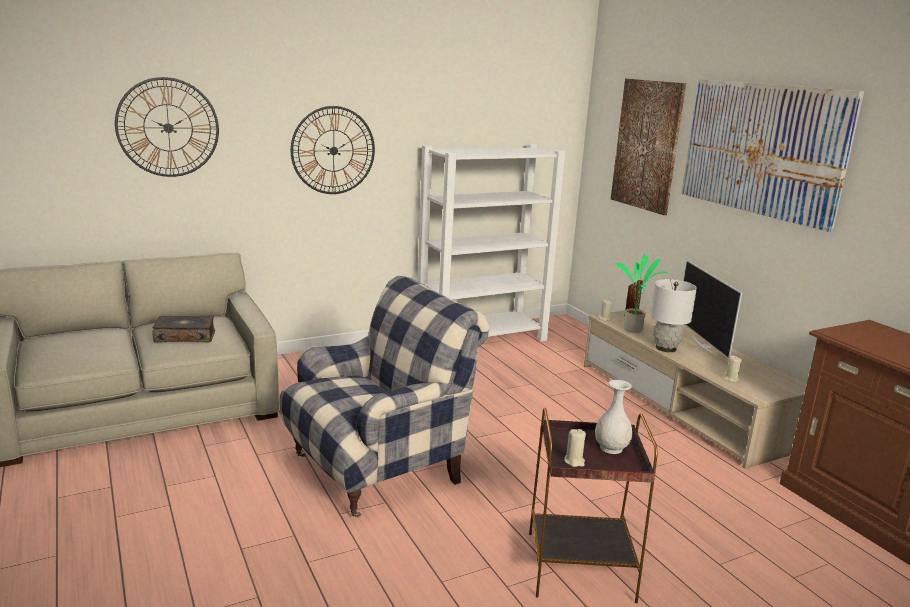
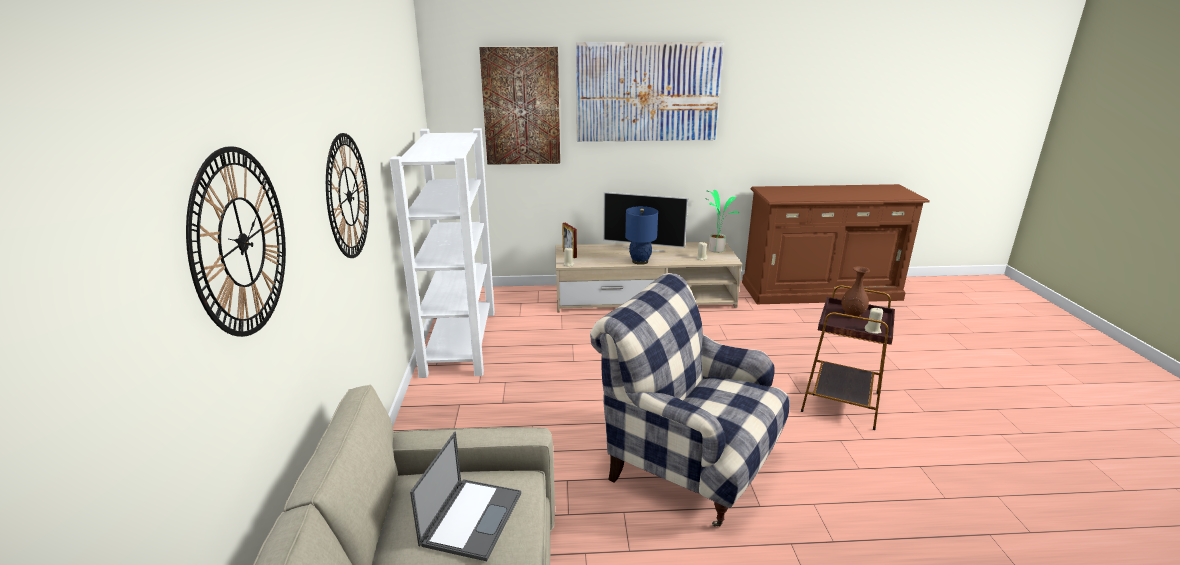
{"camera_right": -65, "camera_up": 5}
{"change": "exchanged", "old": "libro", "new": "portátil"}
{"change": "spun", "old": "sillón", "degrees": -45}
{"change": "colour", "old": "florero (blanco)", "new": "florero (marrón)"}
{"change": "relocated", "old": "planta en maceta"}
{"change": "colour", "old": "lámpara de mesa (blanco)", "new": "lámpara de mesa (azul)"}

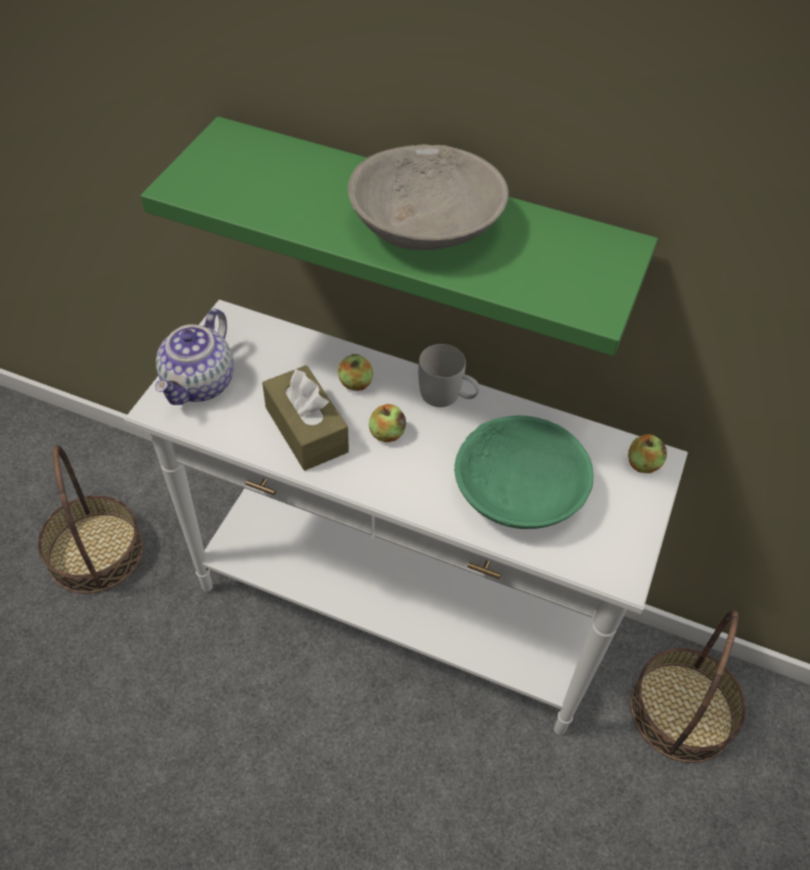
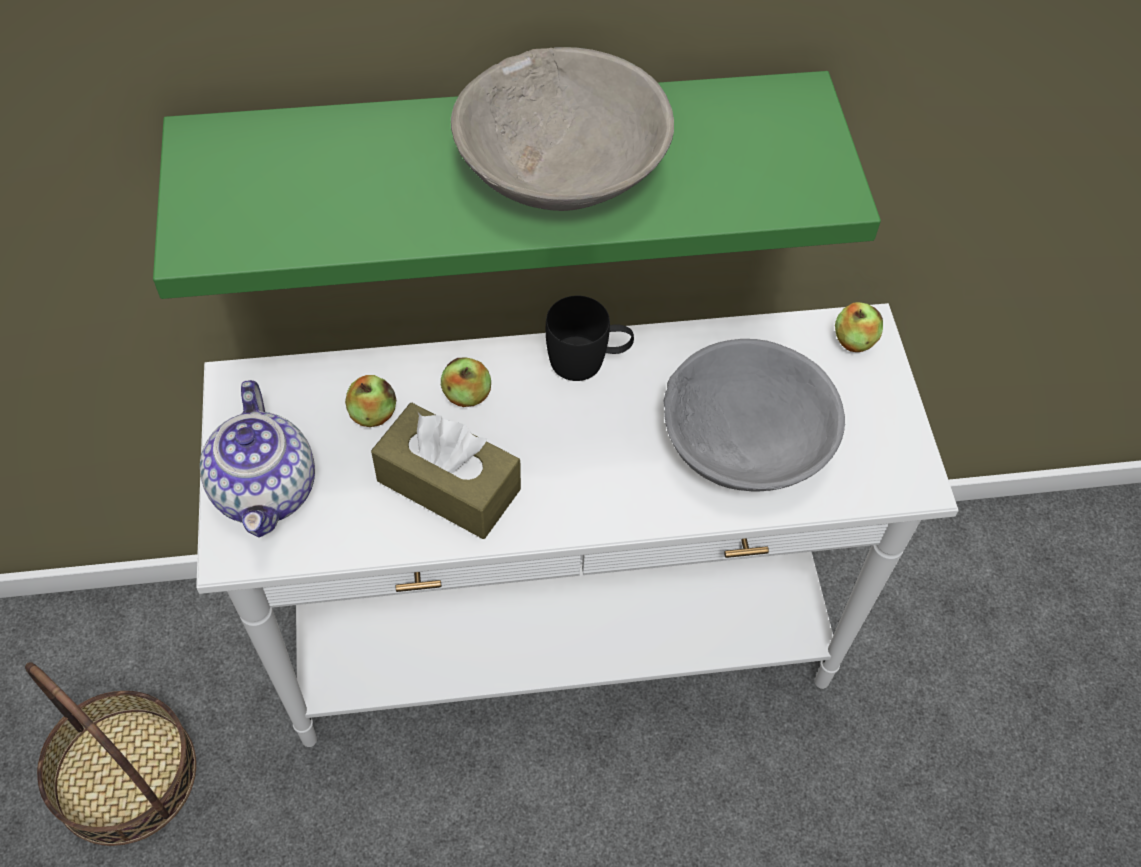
{"camera_right": -30, "camera_up": 5}
{"change": "relocated", "old": "manzana (no. 2 from left in the first image)", "new": "manzana (no. 1 from left)"}
{"change": "colour", "old": "taza grande (blanco)", "new": "taza grande (negro)"}
{"change": "colour", "old": "cuenco (verde)", "new": "cuenco (gris) (no. 2 from left)"}
{"change": "missing", "old": "cesta (no. 2 from left)"}

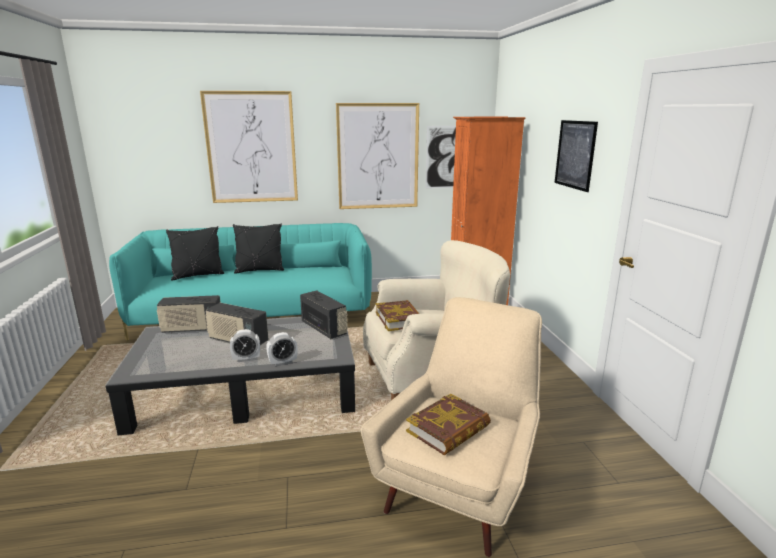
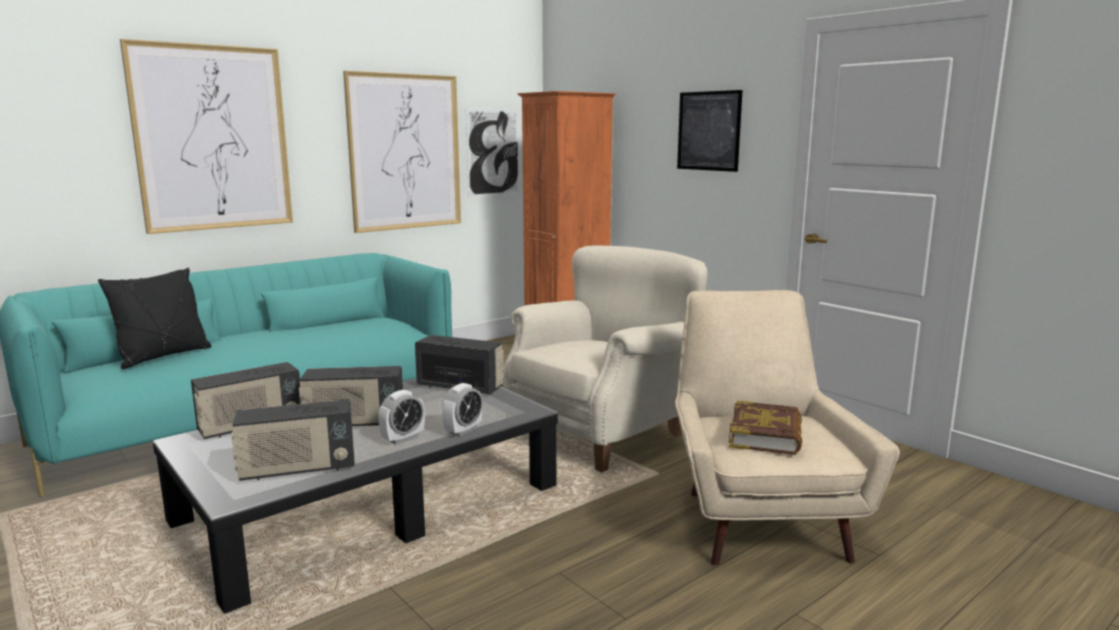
{"camera_right": -30, "camera_up": -5}
{"change": "missing", "old": "cojín (negro) (no. 2 from left)"}
{"change": "missing", "old": "libro (no. 1 from left)"}
{"change": "appeared", "new": "radio (no. 2 from left)"}

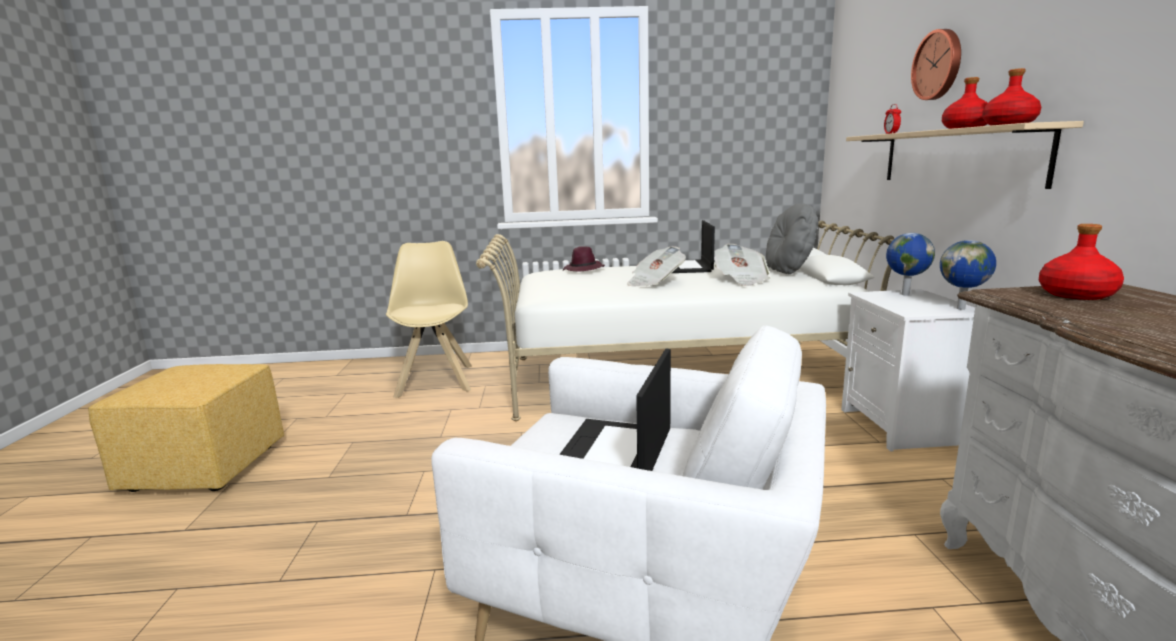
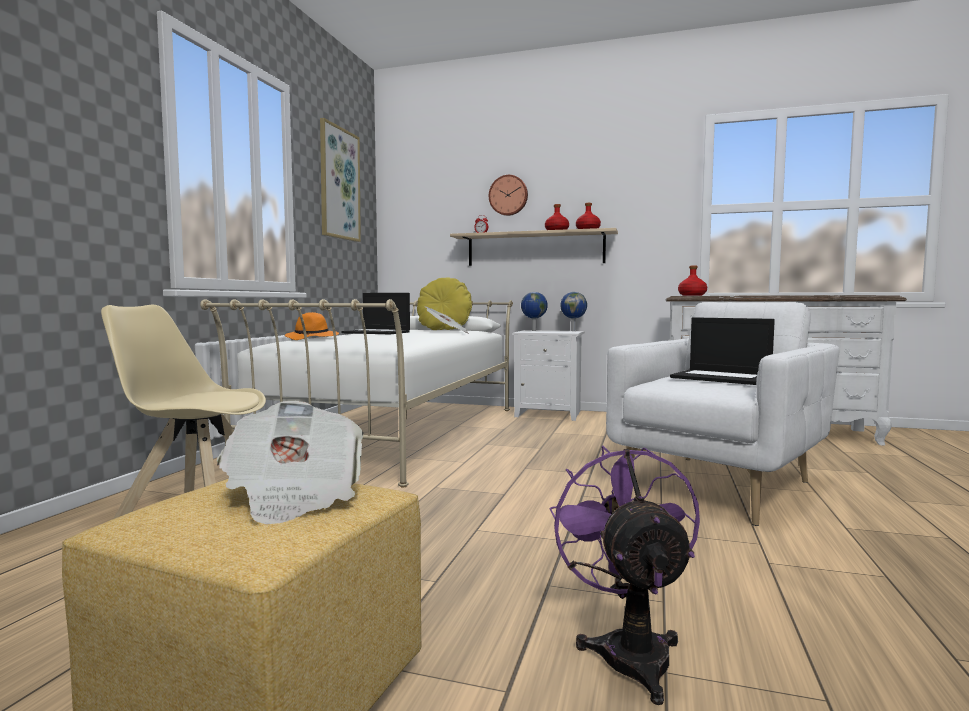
{"camera_right": -70, "camera_up": -10}
{"change": "colour", "old": "sombrero (morado)", "new": "sombrero (naranja)"}
{"change": "relocated", "old": "periódico (no. 1 from left)"}
{"change": "colour", "old": "cojín (gris)", "new": "cojín (amarillo)"}
{"change": "appeared", "new": "cuadro"}
{"change": "appeared", "new": "ventilador (morado)"}

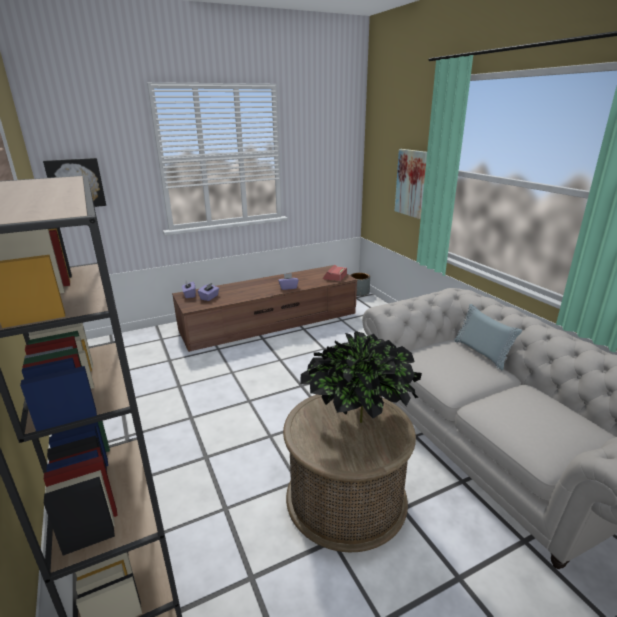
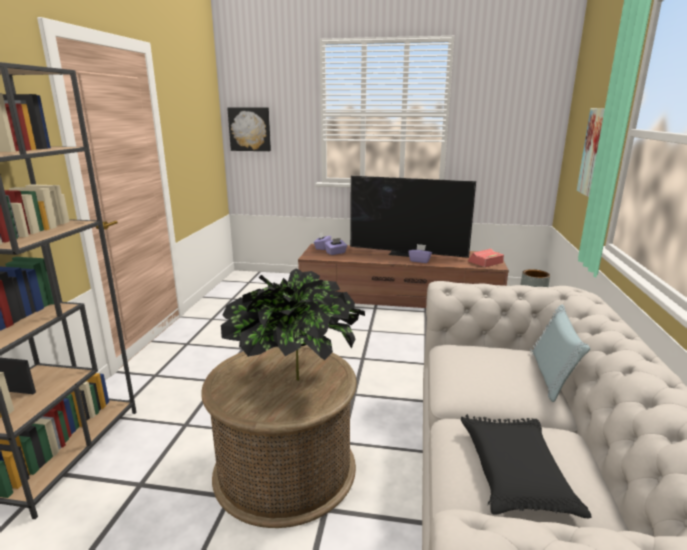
{"camera_right": 35, "camera_up": -5}
{"change": "appeared", "new": "televisor"}
{"change": "appeared", "new": "cojín (negro)"}

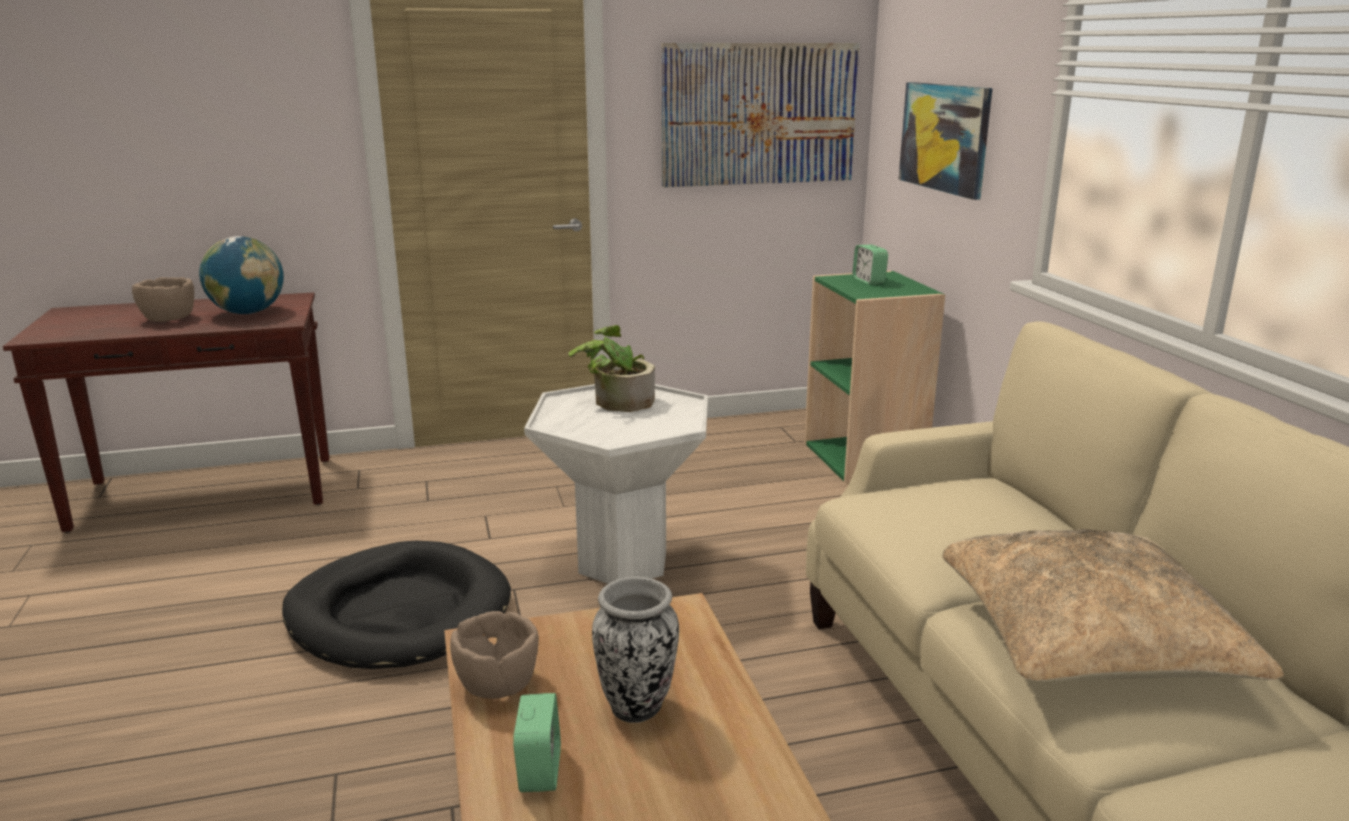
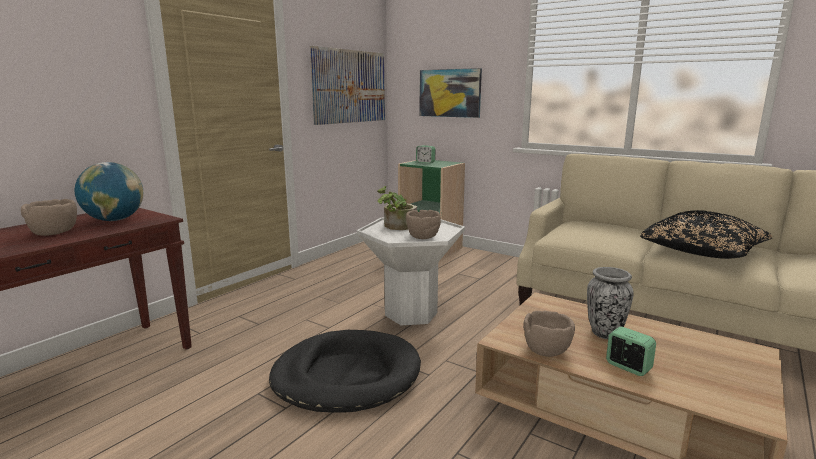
{"camera_right": -40, "camera_up": -5}
{"change": "colour", "old": "cojín (beis)", "new": "cojín (negro)"}
{"change": "appeared", "new": "cuenco (marrón) (no. 2 from left)"}

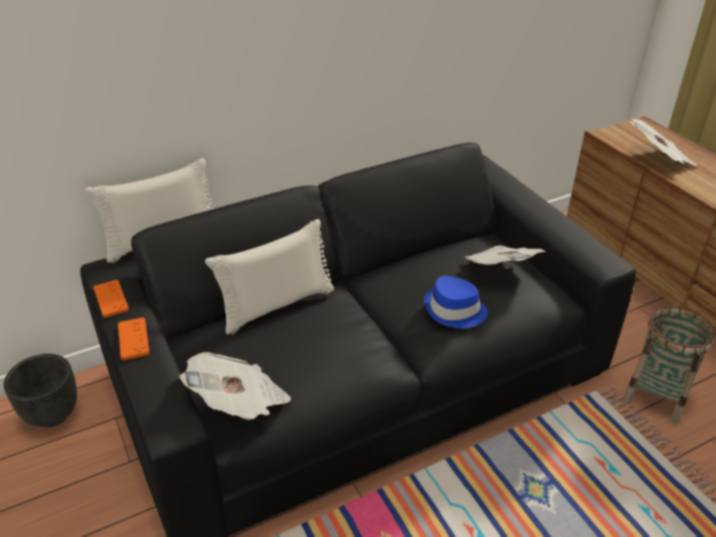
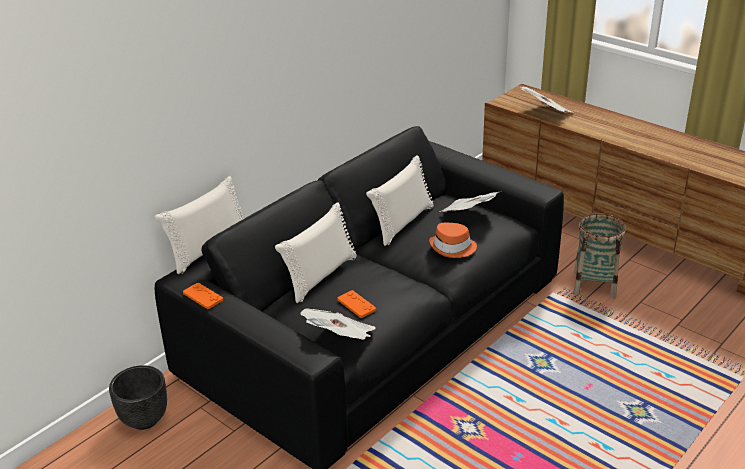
{"camera_right": -20, "camera_up": -5}
{"change": "relocated", "old": "mando de consola (naranja) (no. 2 from left)"}
{"change": "colour", "old": "sombrero (azul)", "new": "sombrero (naranja)"}
{"change": "appeared", "new": "cojín (blanco) (no. 3 from left)"}

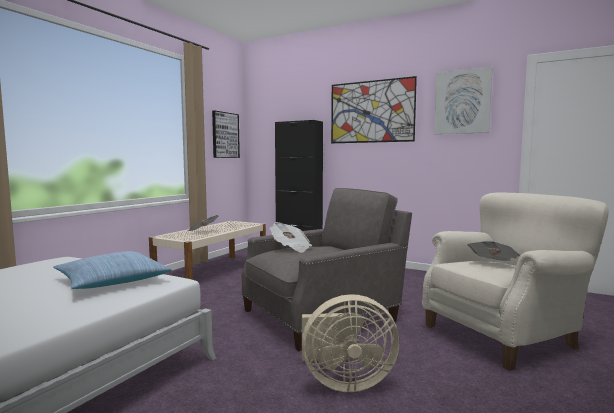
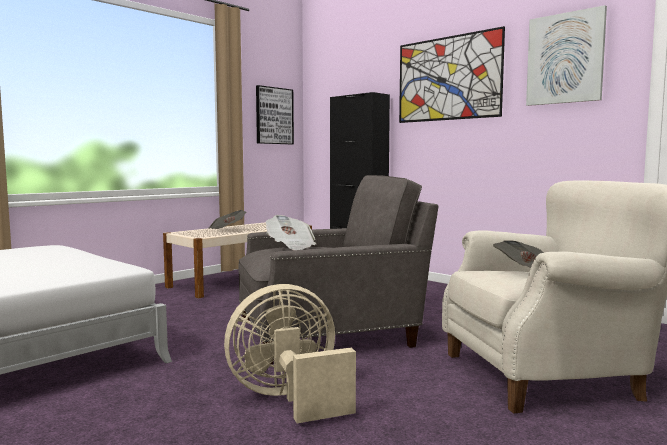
{"camera_right": 15, "camera_up": 0}
{"change": "missing", "old": "cojín"}
{"change": "spun", "old": "ventilador (beis)", "degrees": 150}

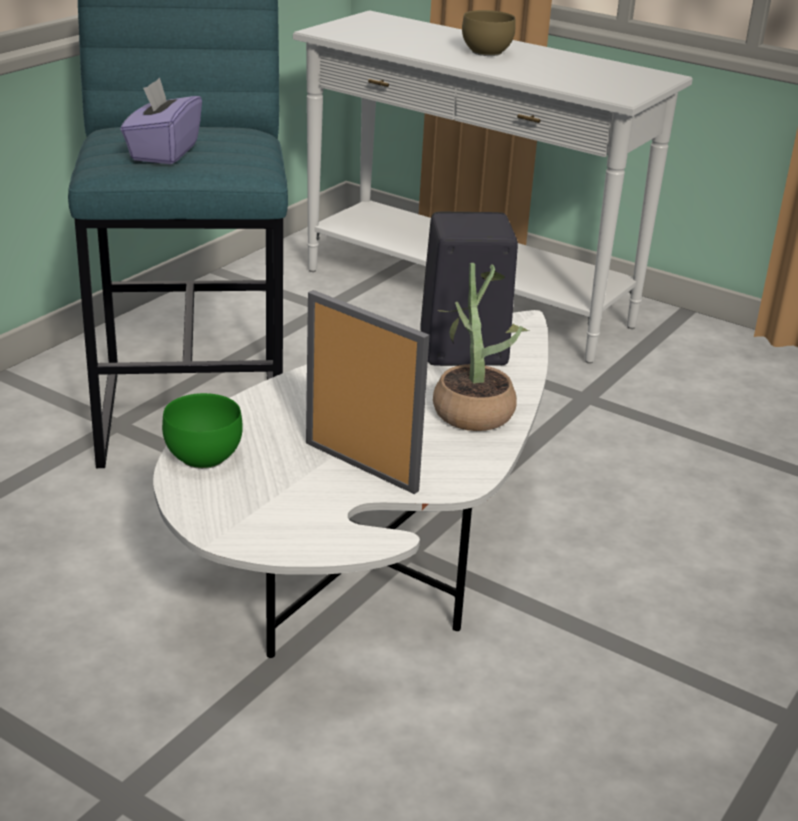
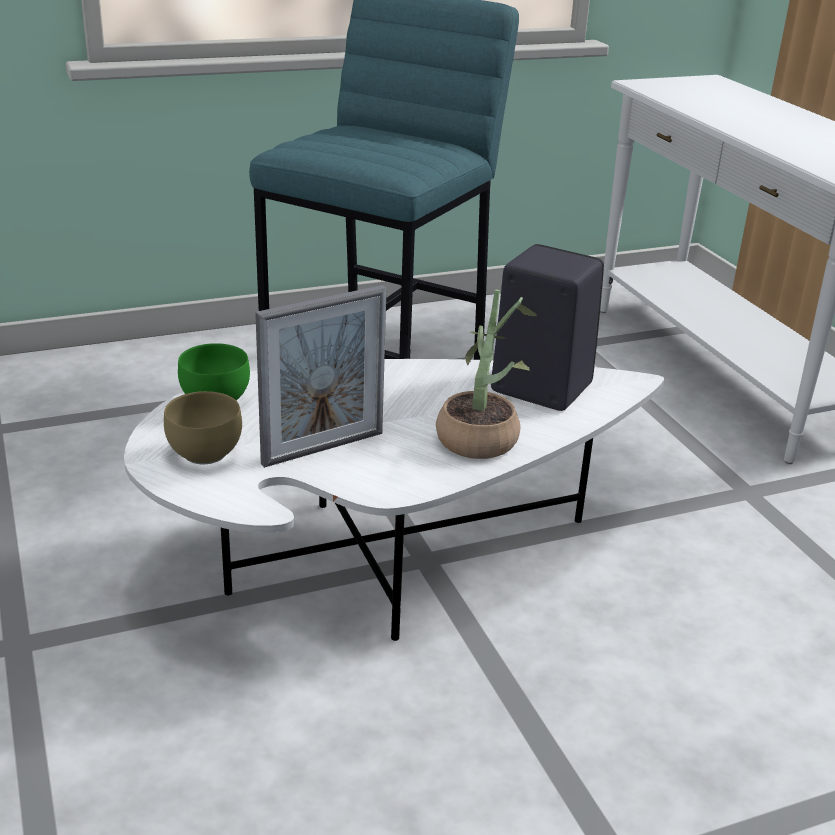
{"camera_right": 35, "camera_up": 0}
{"change": "missing", "old": "caja de pañuelos (morado)"}
{"change": "spun", "old": "portarretratos", "degrees": 75}
{"change": "relocated", "old": "cuenco (marrón)"}

